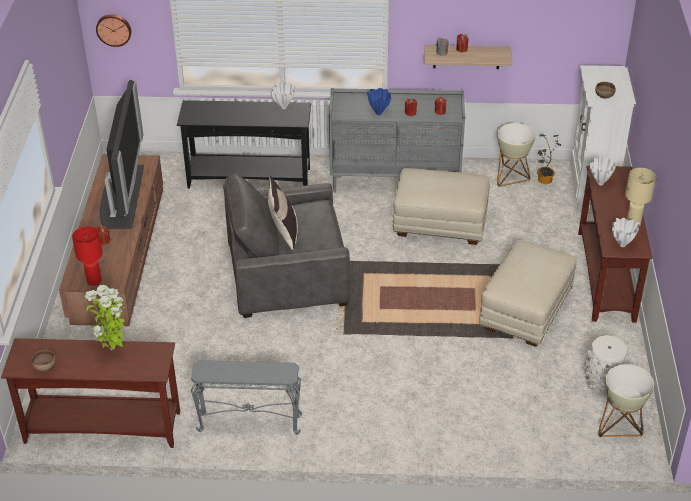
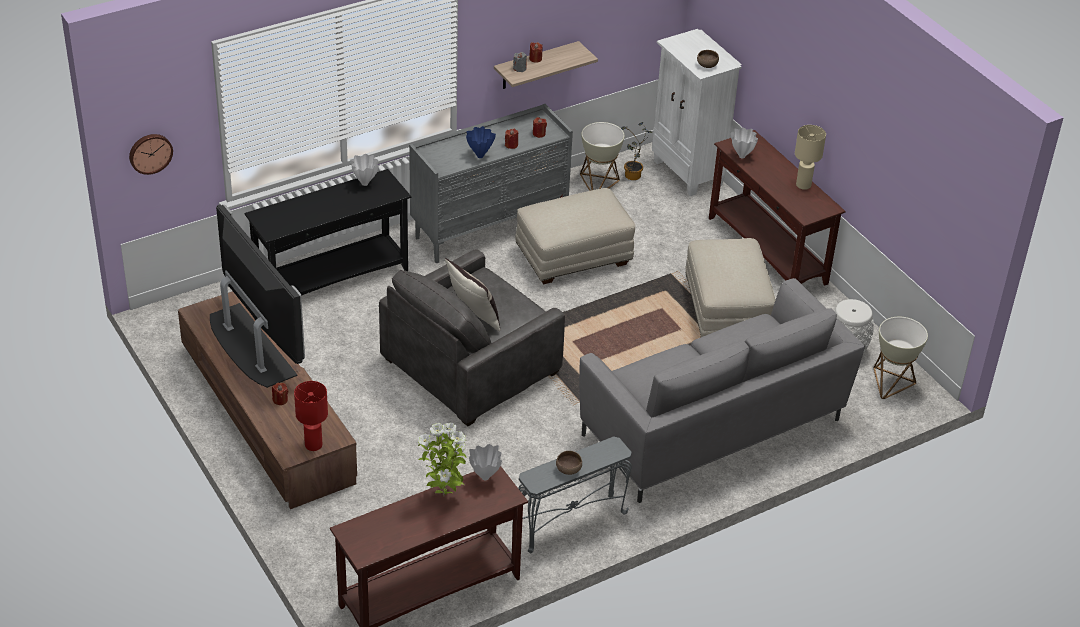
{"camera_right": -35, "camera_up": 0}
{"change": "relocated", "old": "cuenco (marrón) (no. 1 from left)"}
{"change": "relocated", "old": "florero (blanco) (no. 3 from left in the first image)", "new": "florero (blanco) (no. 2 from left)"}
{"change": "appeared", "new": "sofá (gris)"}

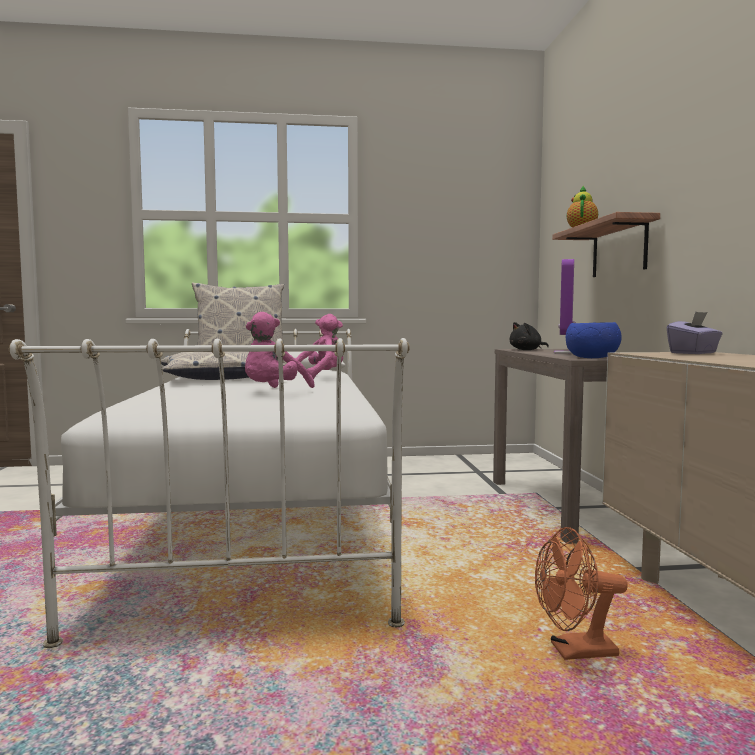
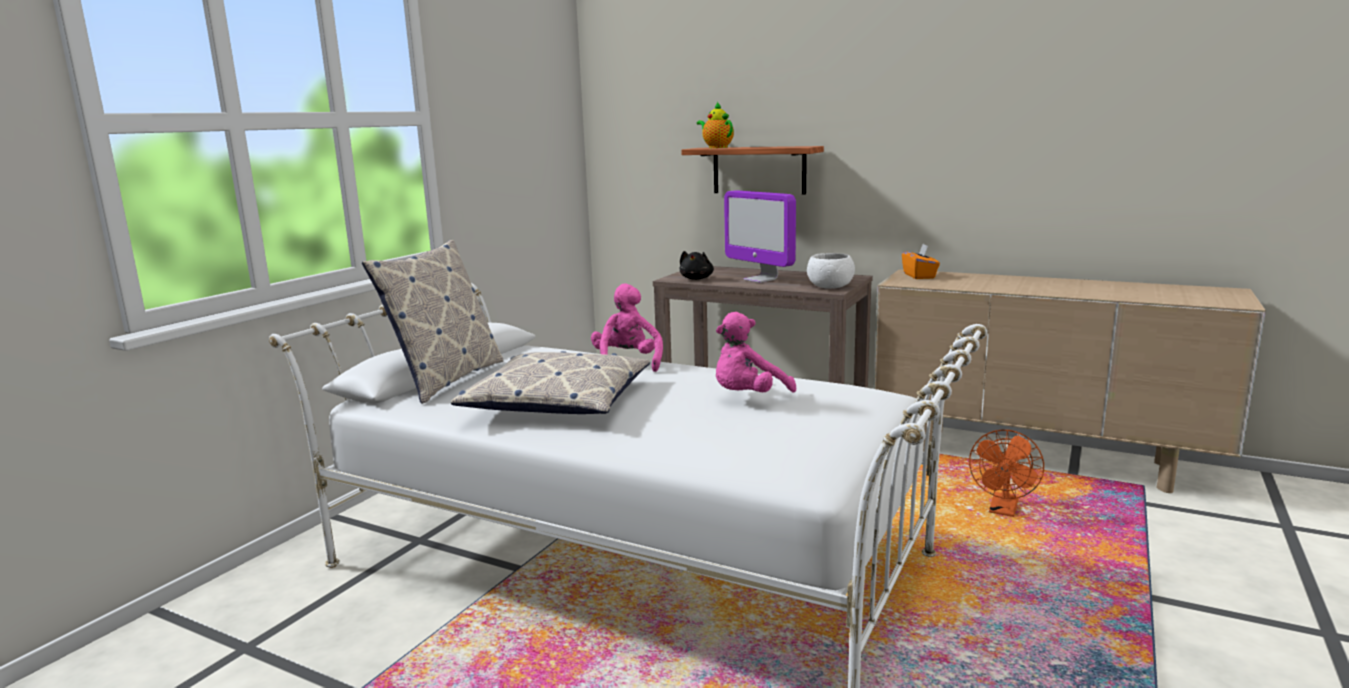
{"camera_right": -55, "camera_up": 10}
{"change": "spun", "old": "peluche (rosa) (no. 1 from left in the first image)", "degrees": 75}
{"change": "colour", "old": "cuenco (azul)", "new": "cuenco (blanco)"}
{"change": "colour", "old": "caja de pañuelos (morado)", "new": "caja de pañuelos (naranja)"}

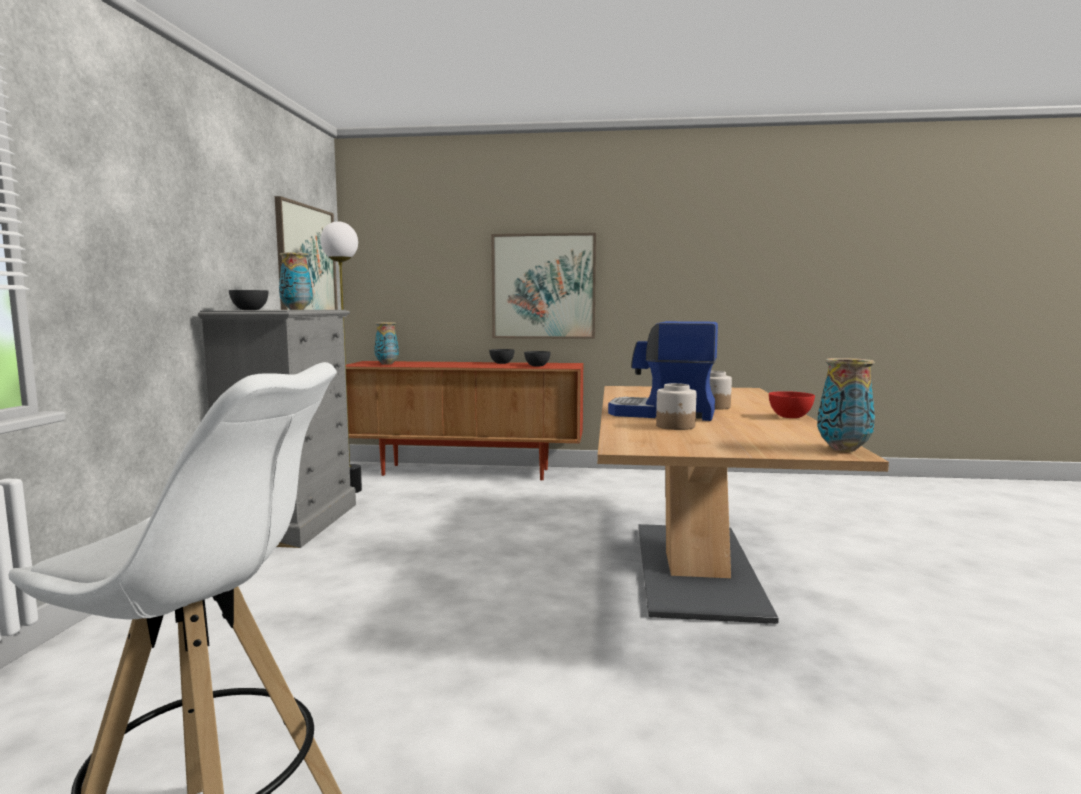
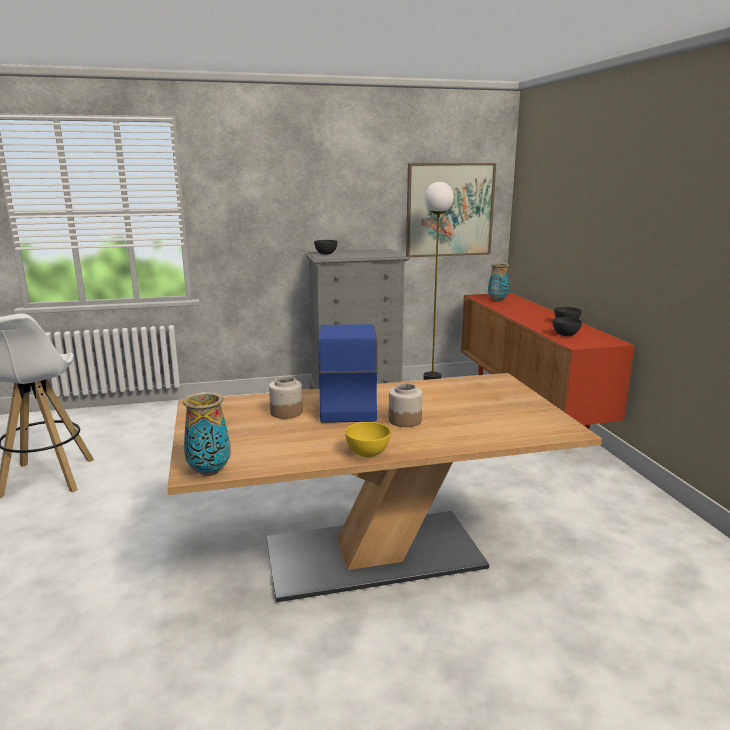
{"camera_right": 70, "camera_up": 10}
{"change": "missing", "old": "florero (no. 1 from left)"}
{"change": "missing", "old": "cuadro (no. 2 from left)"}
{"change": "colour", "old": "cuenco (rojo)", "new": "cuenco (amarillo)"}

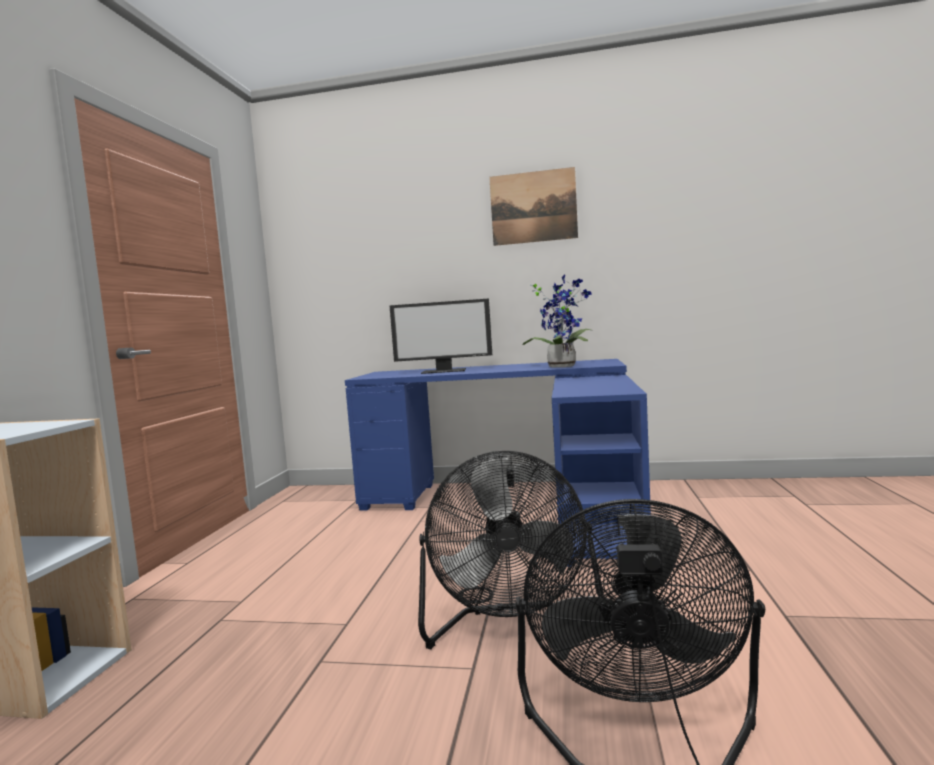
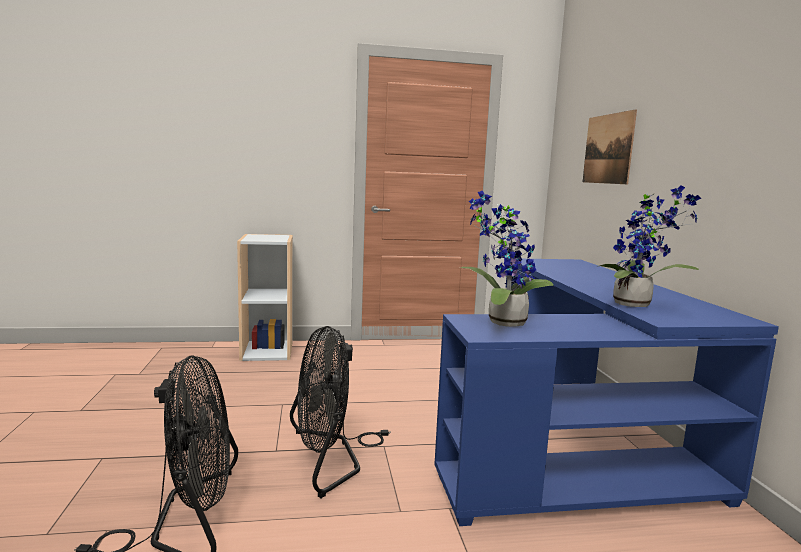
{"camera_right": 70, "camera_up": 5}
{"change": "missing", "old": "monitor"}
{"change": "relocated", "old": "cuadro"}
{"change": "appeared", "new": "planta en maceta (no. 1 from left)"}

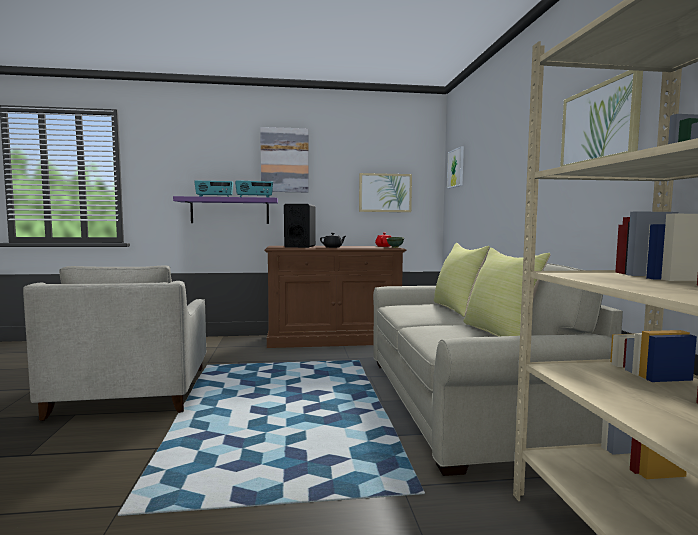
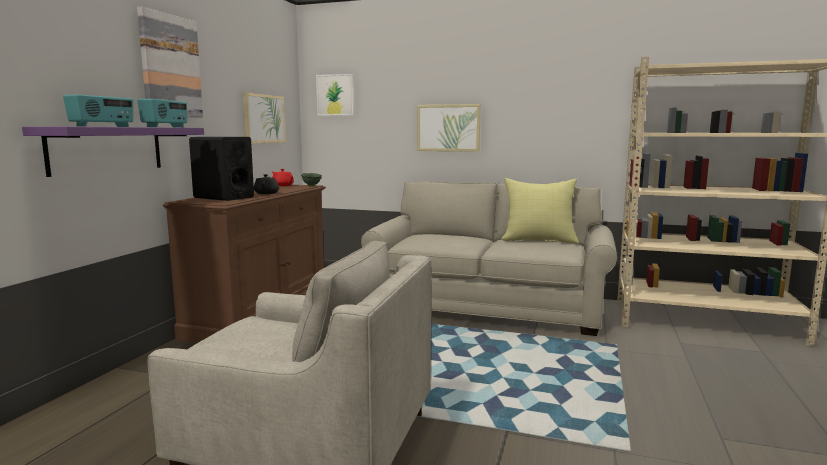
{"camera_right": -65, "camera_up": 5}
{"change": "missing", "old": "cojín (amarillo) (no. 1 from left)"}
{"change": "relocated", "old": "cuadro (no. 4 from left)"}

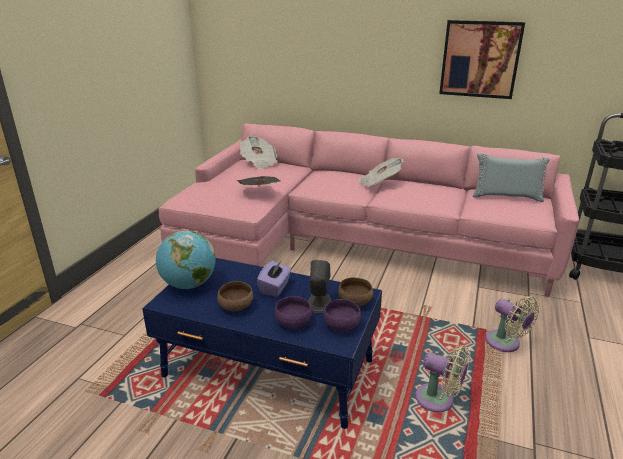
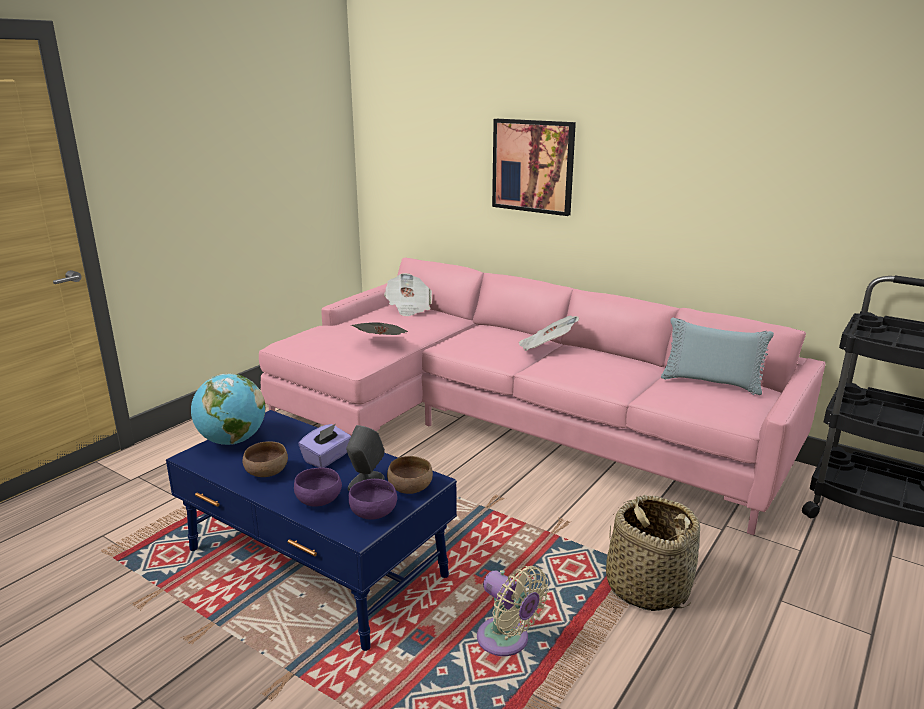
{"camera_right": 15, "camera_up": -5}
{"change": "relocated", "old": "cuadro"}
{"change": "exchanged", "old": "ventilador (beis) (no. 2 from left)", "new": "cesta"}

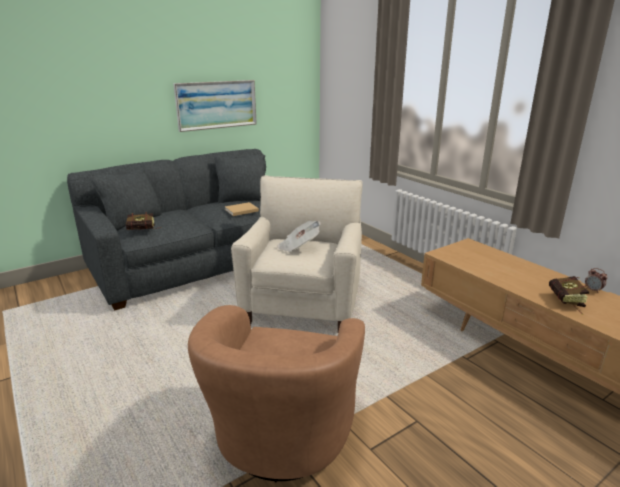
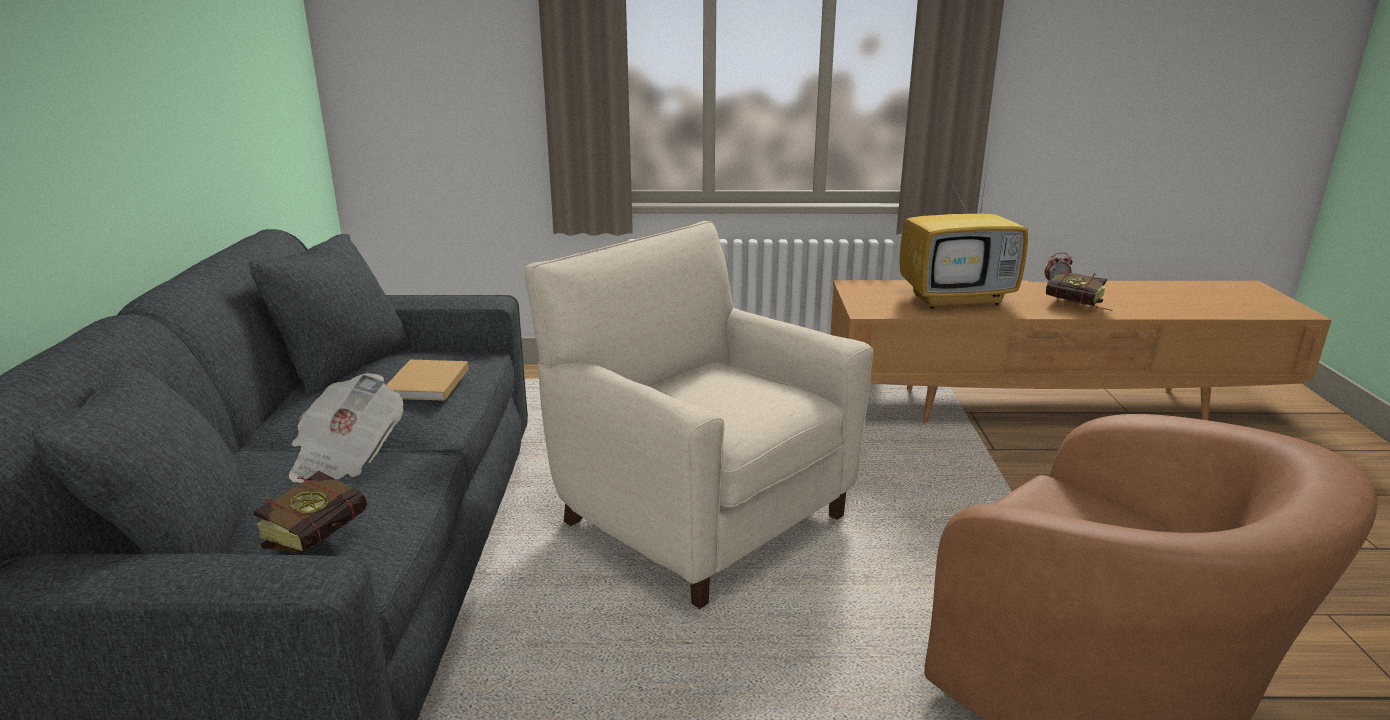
{"camera_right": -55, "camera_up": 0}
{"change": "missing", "old": "cuadro"}
{"change": "relocated", "old": "periódico"}
{"change": "appeared", "new": "televisor"}

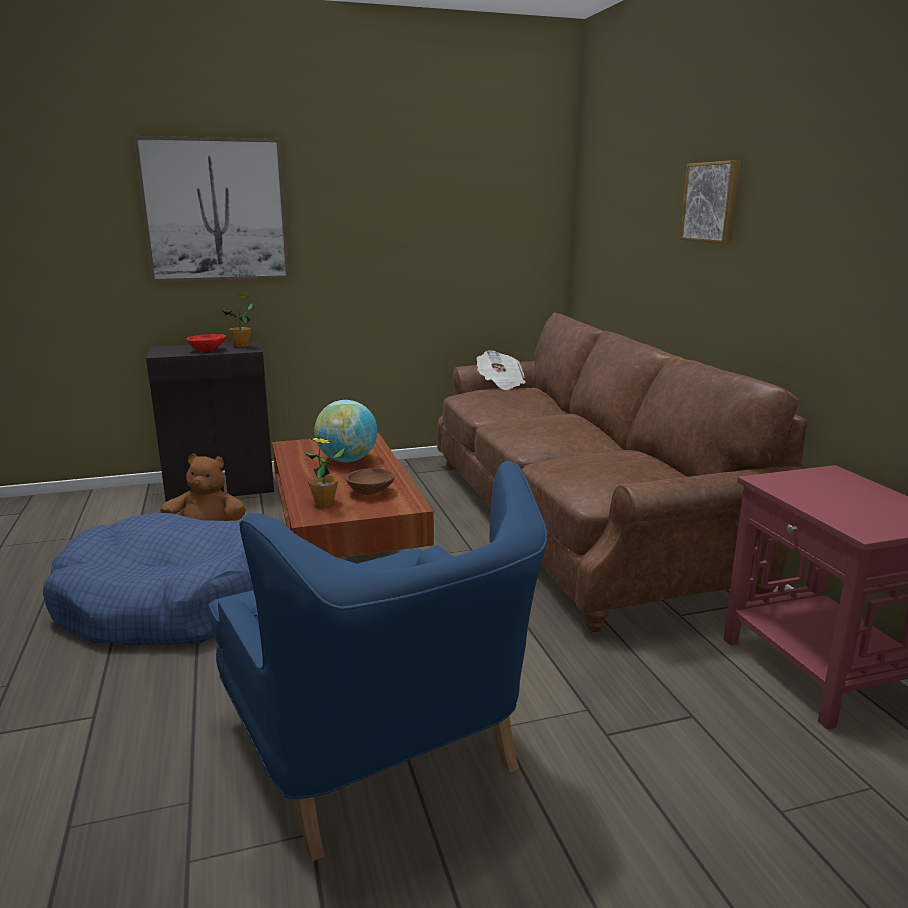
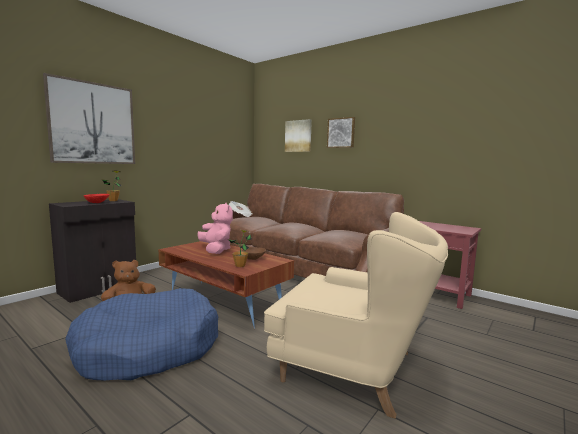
{"camera_right": -35, "camera_up": -10}
{"change": "colour", "old": "sillón (azul)", "new": "sillón (beis)"}
{"change": "exchanged", "old": "globo terráqueo", "new": "peluche (rosa)"}
{"change": "appeared", "new": "cuadro (no. 2 from left)"}

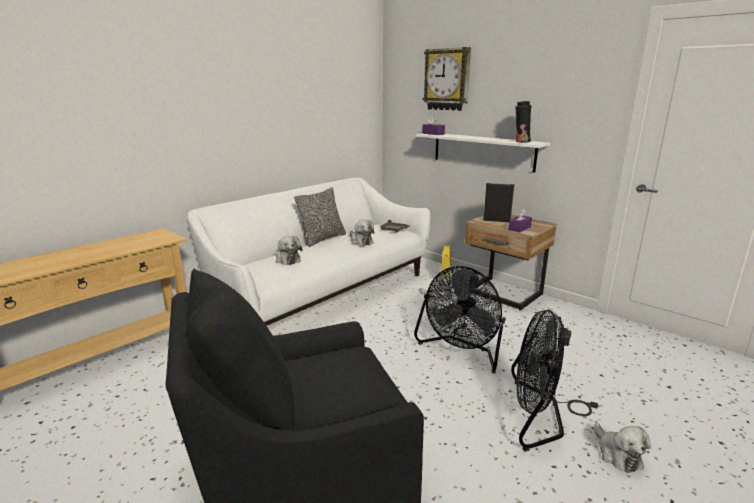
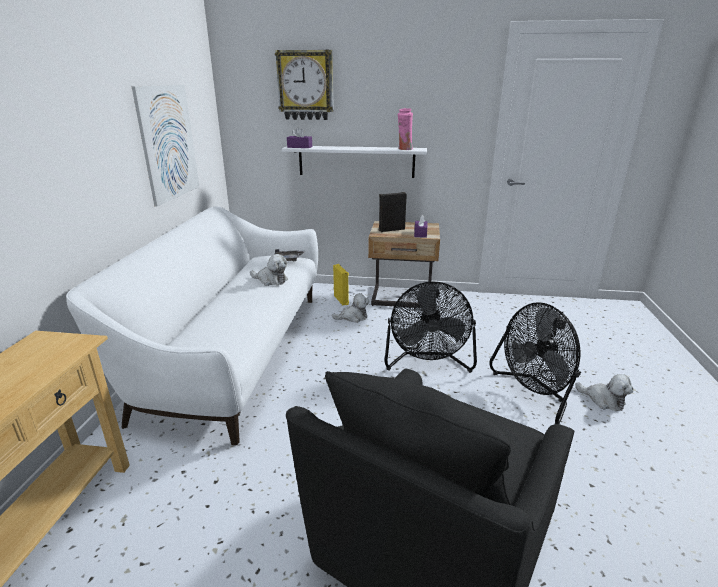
{"camera_right": -35, "camera_up": 5}
{"change": "missing", "old": "peluche (no. 1 from left)"}
{"change": "missing", "old": "cojín"}
{"change": "colour", "old": "florero (negro)", "new": "florero (rosa)"}
{"change": "appeared", "new": "cuadro"}

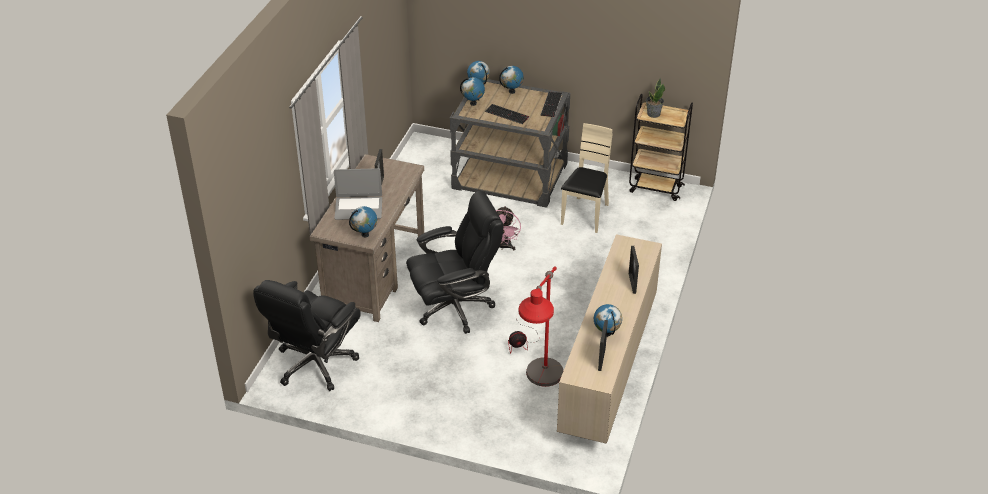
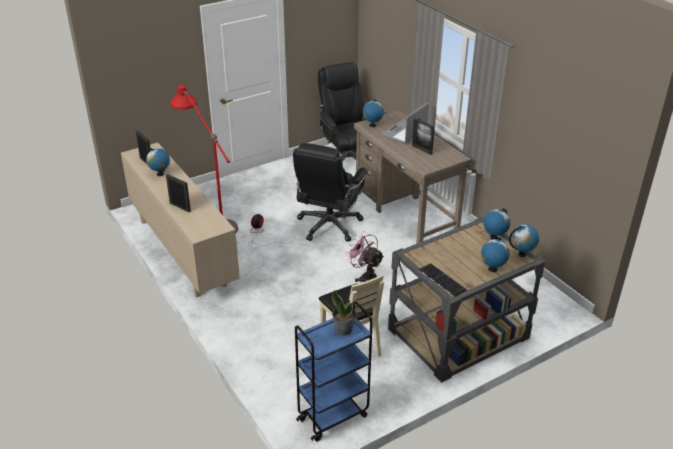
{"camera_right": 130, "camera_up": -5}
{"change": "missing", "old": "teclado (no. 1 from left)"}
{"change": "colour", "old": "carrito (marrón)", "new": "carrito (azul)"}

